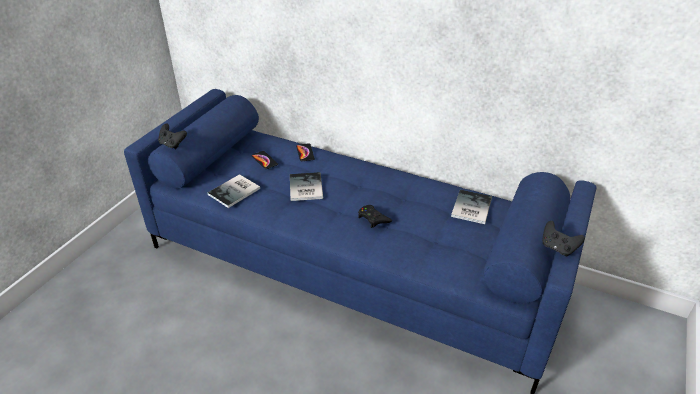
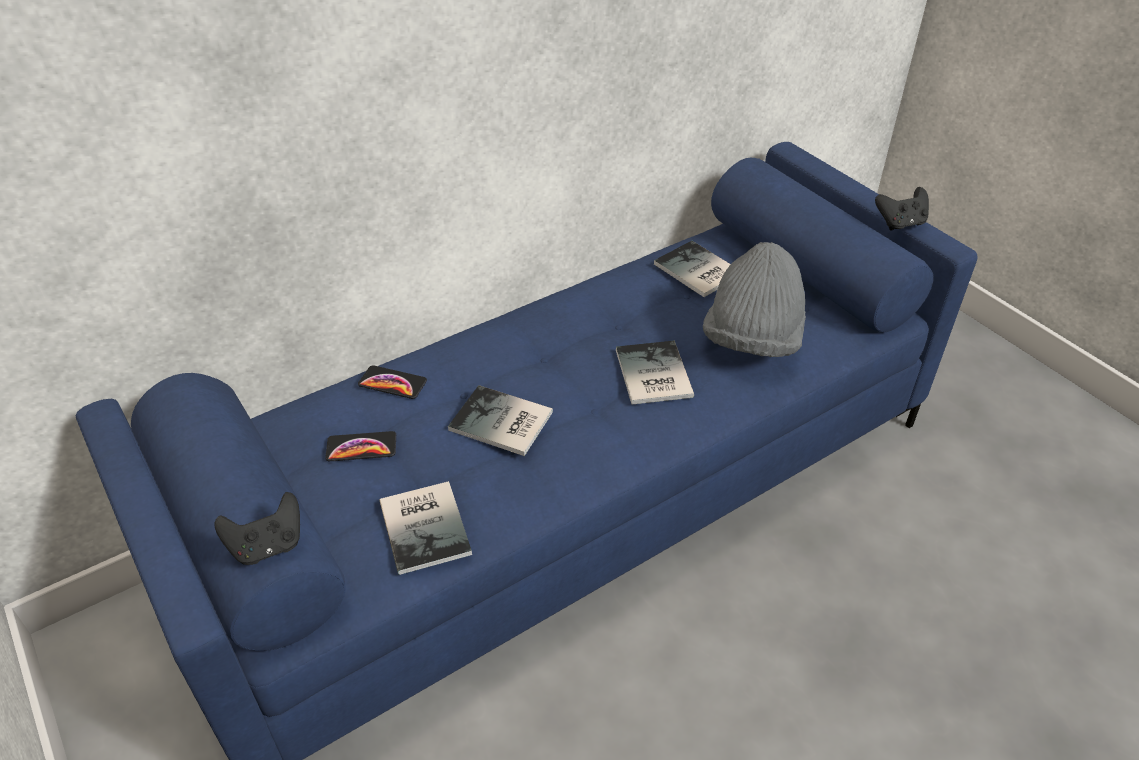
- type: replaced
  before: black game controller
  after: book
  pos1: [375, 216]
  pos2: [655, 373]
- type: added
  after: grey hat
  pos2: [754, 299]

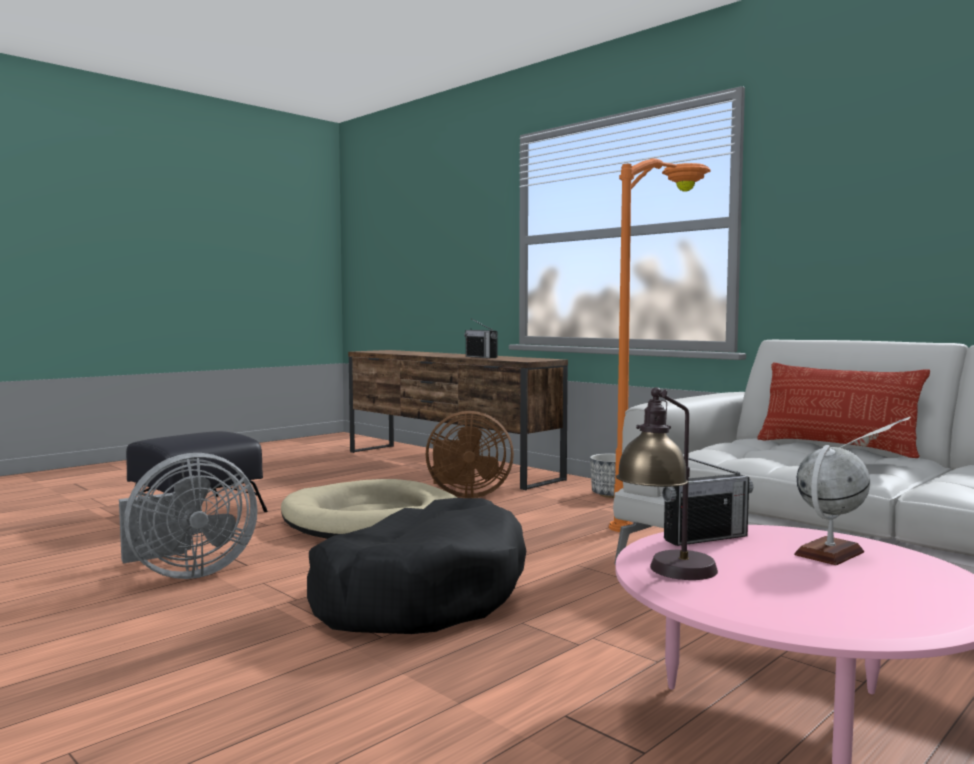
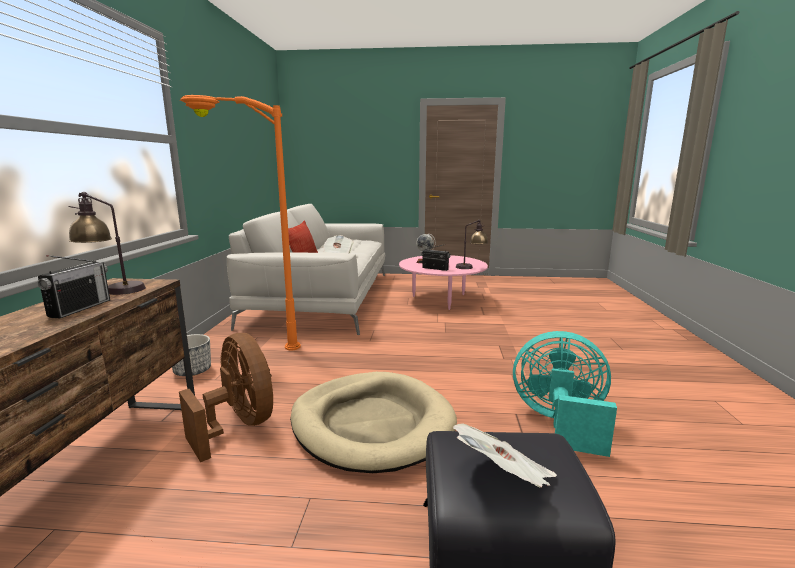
- type: recoloured
  before: grey fan
  after: turquoise fan
  pos1: [188, 516]
  pos2: [565, 394]
- type: removed
  before: black dog bed
  pos1: [416, 566]
- type: added
  after: table lamp
  pos2: [107, 243]
- type: added
  after: newspaper
  pos2: [505, 455]

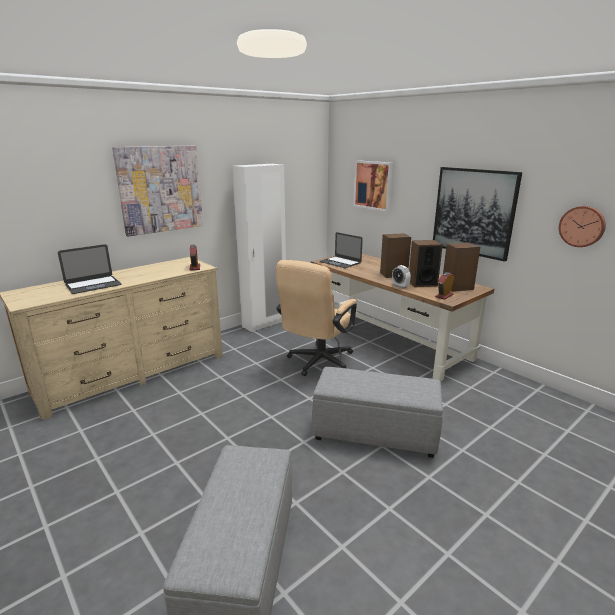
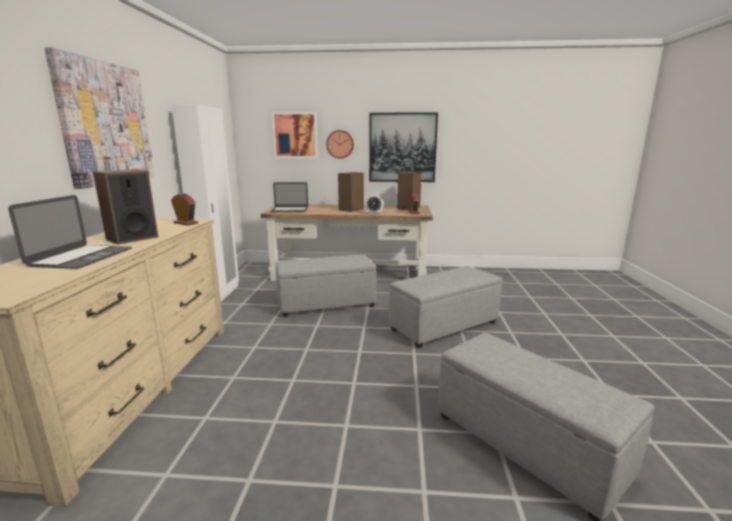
- type: moved
  before: wall clock
  pos1: [582, 226]
  pos2: [340, 144]
- type: moved
  before: speaker
  pos1: [426, 263]
  pos2: [125, 207]
- type: replaced
  before: beige office chair
  after: grey ottoman
  pos1: [316, 318]
  pos2: [326, 285]

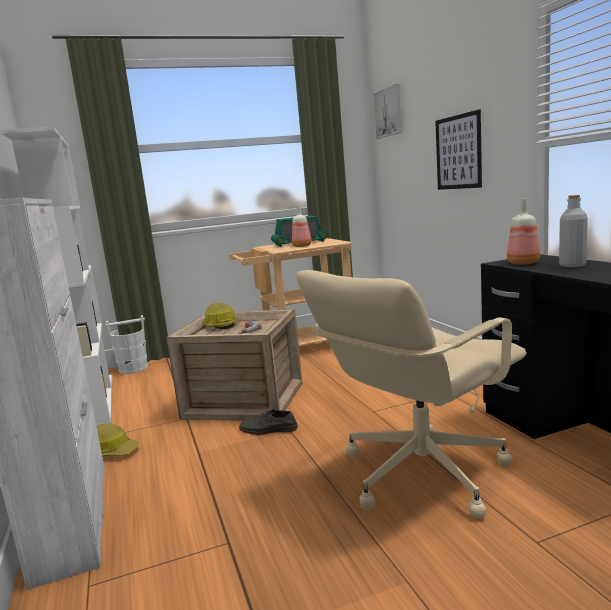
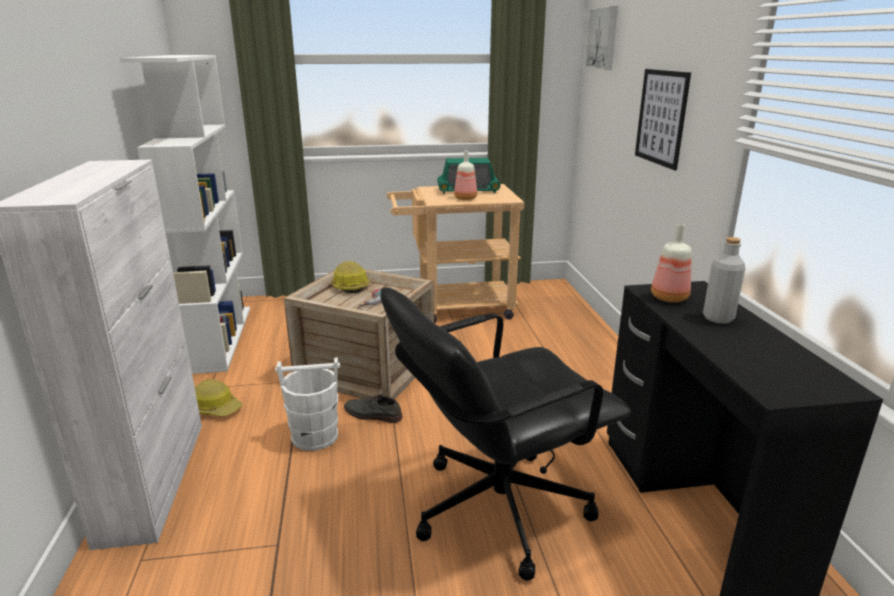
- type: recoloured
  before: beige office chair
  after: black office chair
  pos1: [411, 394]
  pos2: [505, 434]
- type: moved
  before: white bucket
  pos1: [126, 344]
  pos2: [307, 404]

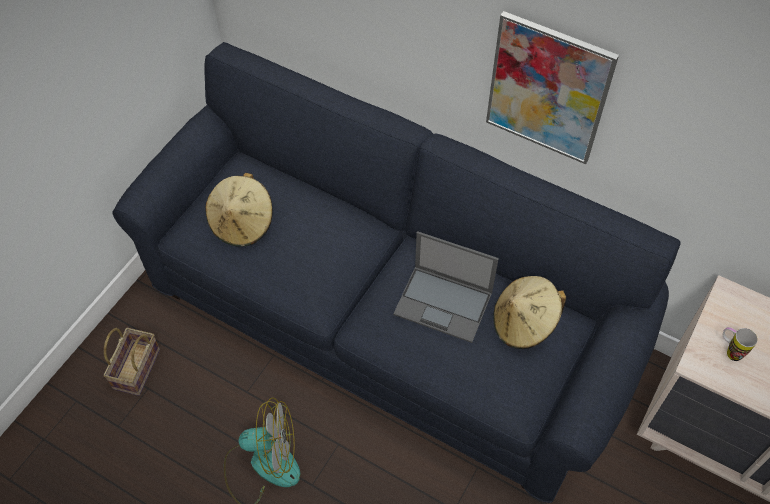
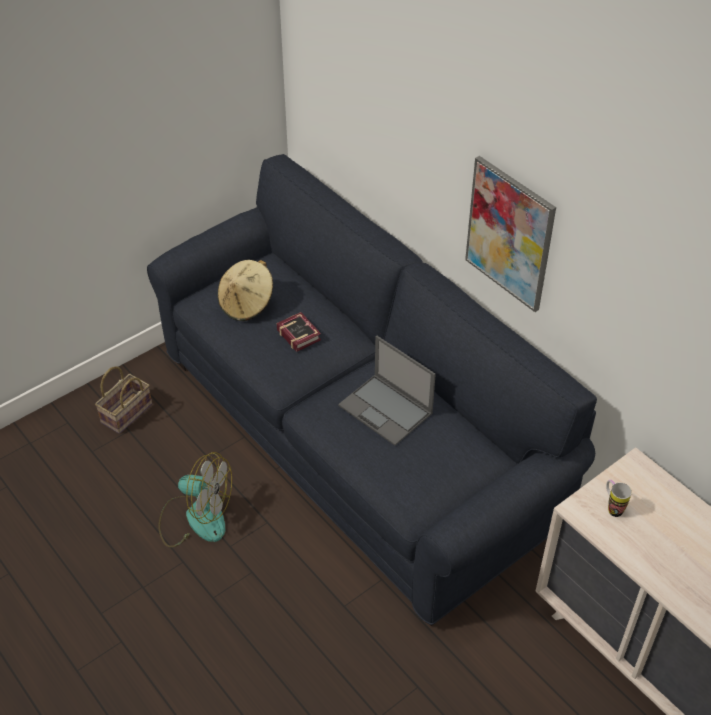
- type: removed
  before: beige hat
  pos1: [529, 312]
- type: added
  after: book
  pos2: [299, 332]

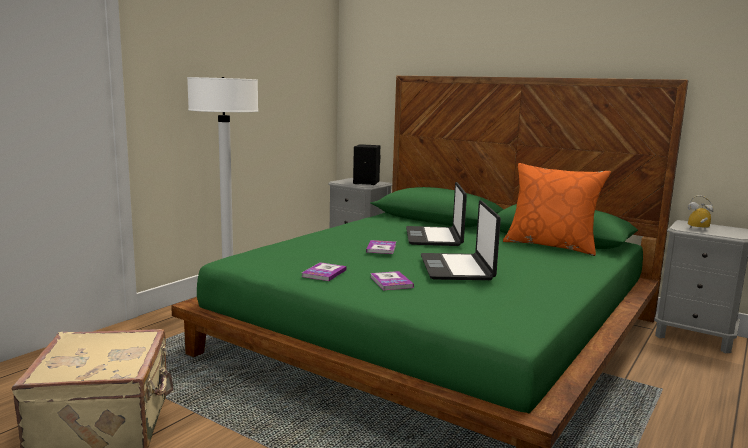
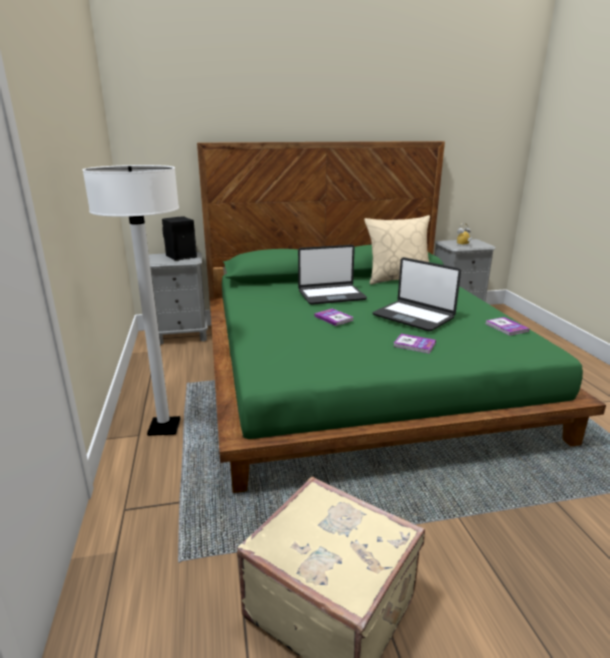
- type: recoloured
  before: orange pillow
  after: beige pillow
  pos1: [557, 209]
  pos2: [397, 250]
- type: turned
  before: laptop
  pos1: [436, 214]
  pos2: [332, 275]
  turn: -60
- type: moved
  before: book
  pos1: [324, 271]
  pos2: [507, 326]

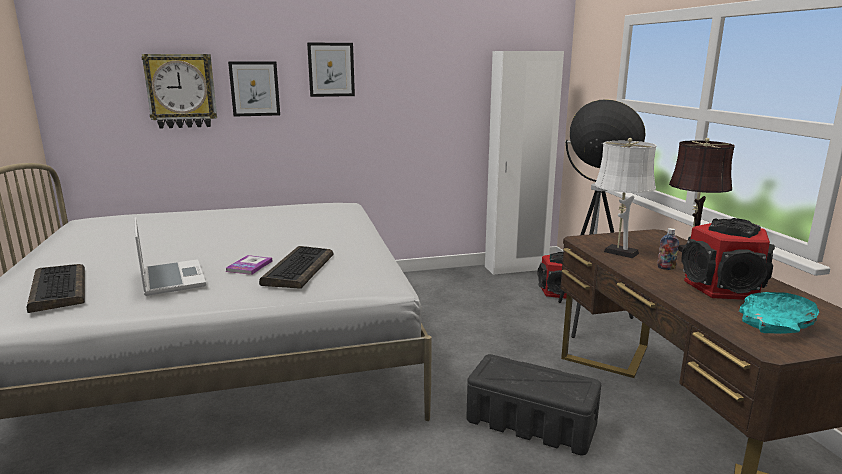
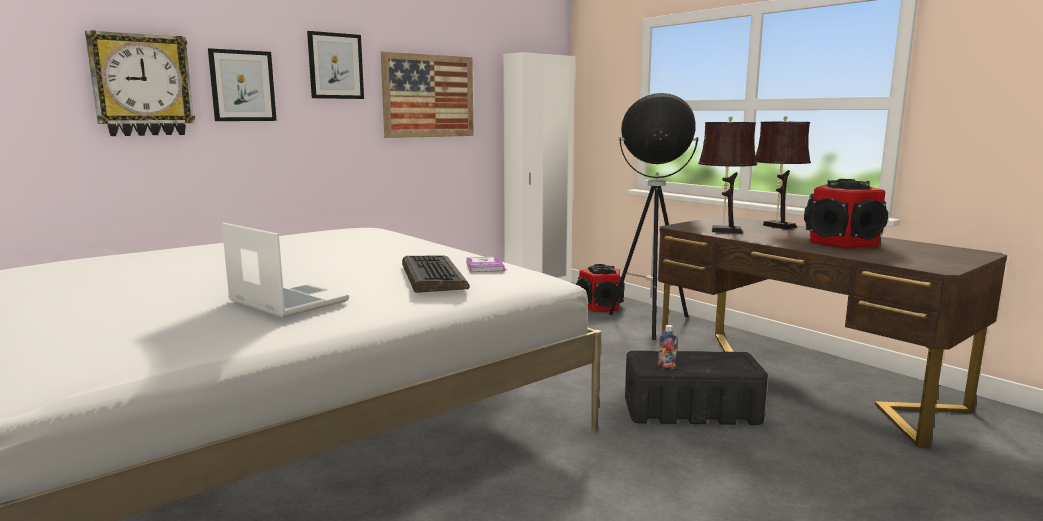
- type: recoloured
  before: white table lamp
  after: brown table lamp
  pos1: [626, 198]
  pos2: [727, 175]
- type: moved
  before: bottle
  pos1: [668, 249]
  pos2: [668, 347]
- type: moved
  before: book
  pos1: [249, 265]
  pos2: [485, 264]
- type: removed
  before: keyboard
  pos1: [55, 288]
- type: removed
  before: turquoise bowl
  pos1: [779, 313]
- type: added
  after: picture
  pos2: [427, 95]

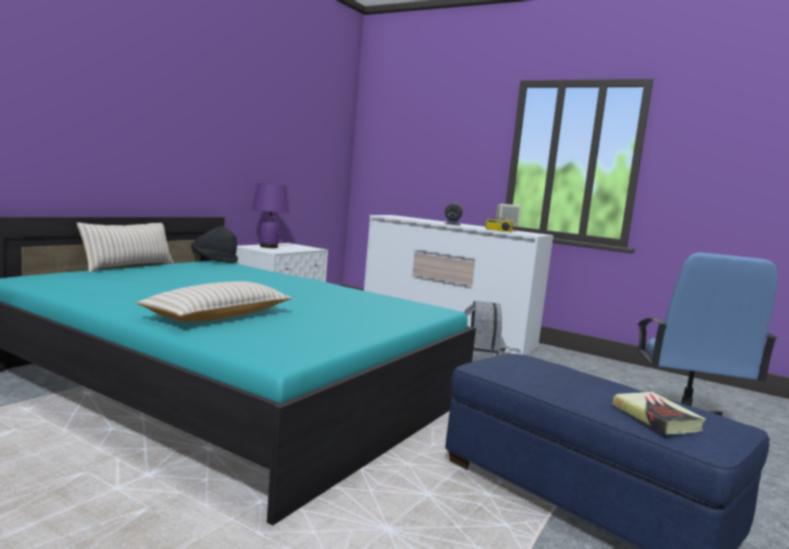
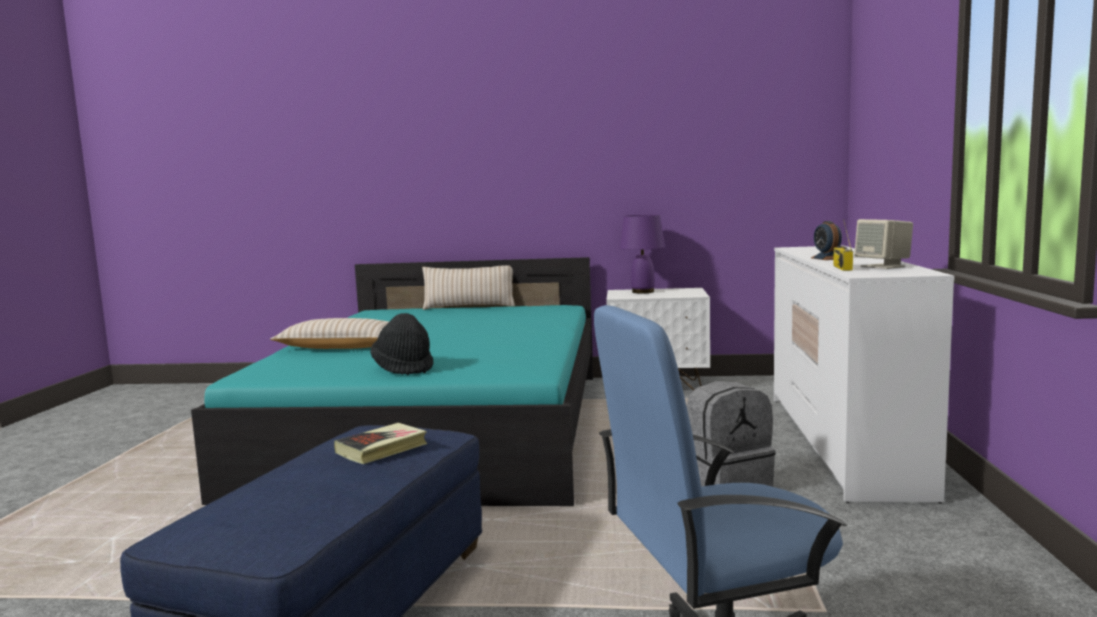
- type: moved
  before: black hat
  pos1: [214, 244]
  pos2: [402, 344]
- type: moved
  before: book
  pos1: [659, 413]
  pos2: [381, 443]

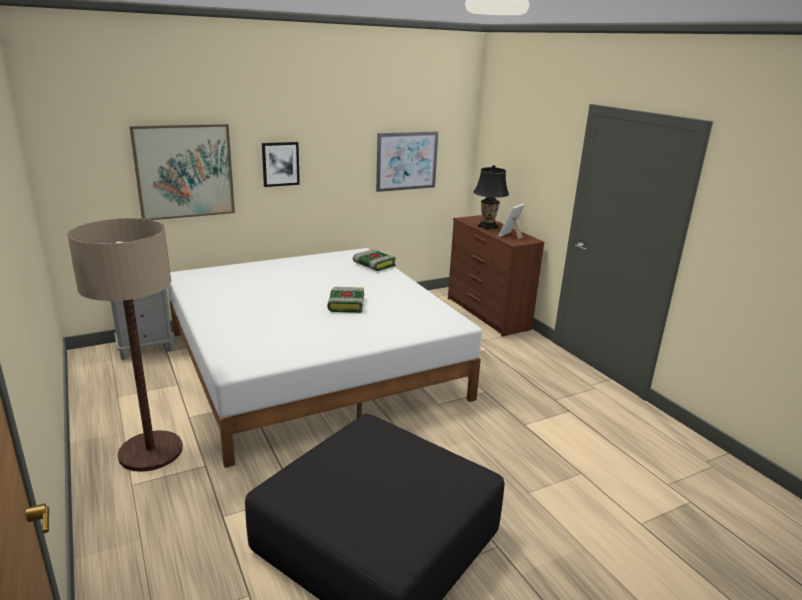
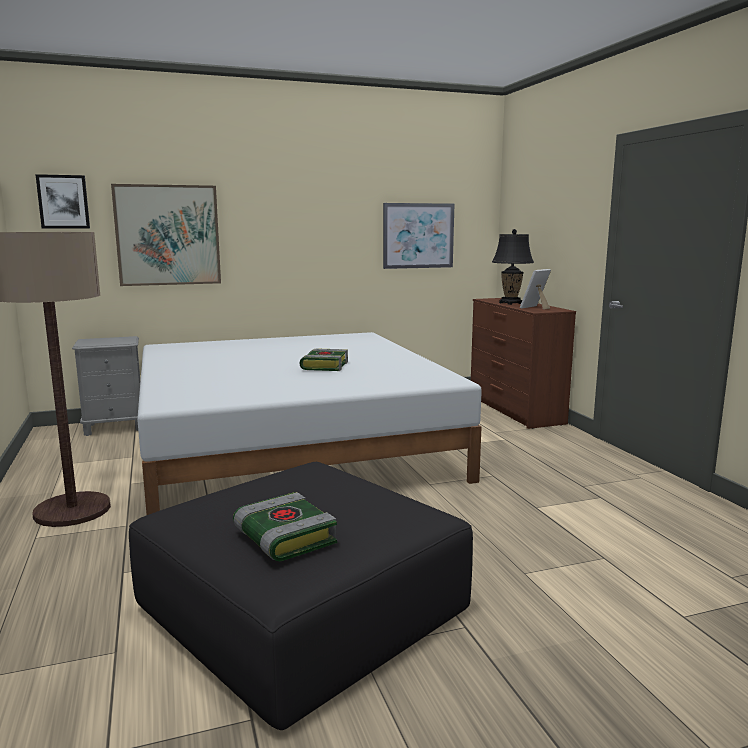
- type: moved
  before: picture
  pos1: [281, 164]
  pos2: [62, 201]
- type: moved
  before: book
  pos1: [374, 260]
  pos2: [285, 526]

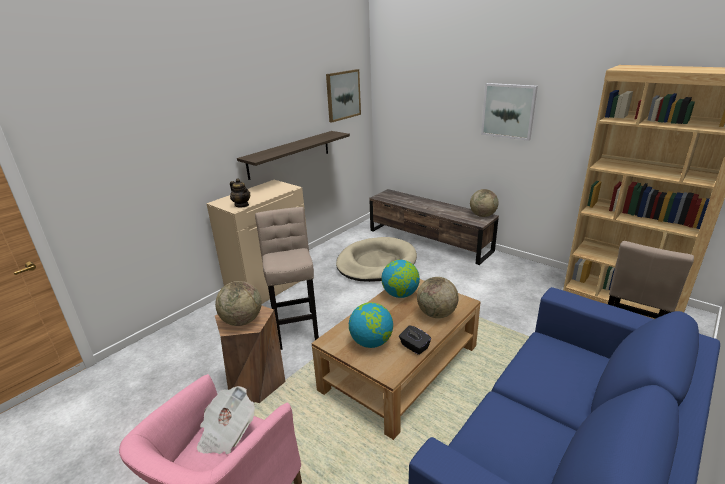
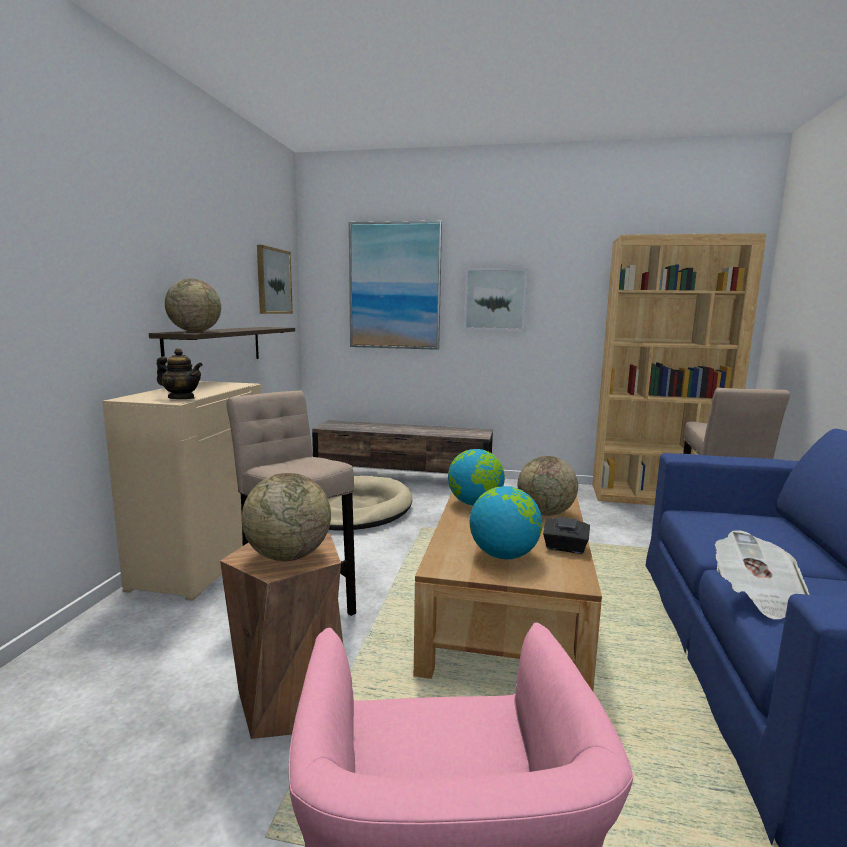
- type: moved
  before: globe
  pos1: [484, 203]
  pos2: [193, 305]
- type: moved
  before: newspaper
  pos1: [226, 420]
  pos2: [762, 575]
- type: added
  after: picture
  pos2: [395, 285]

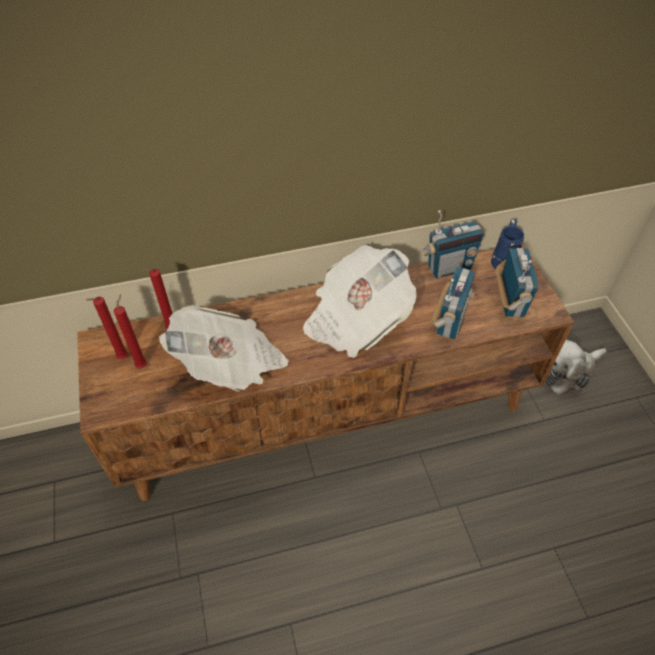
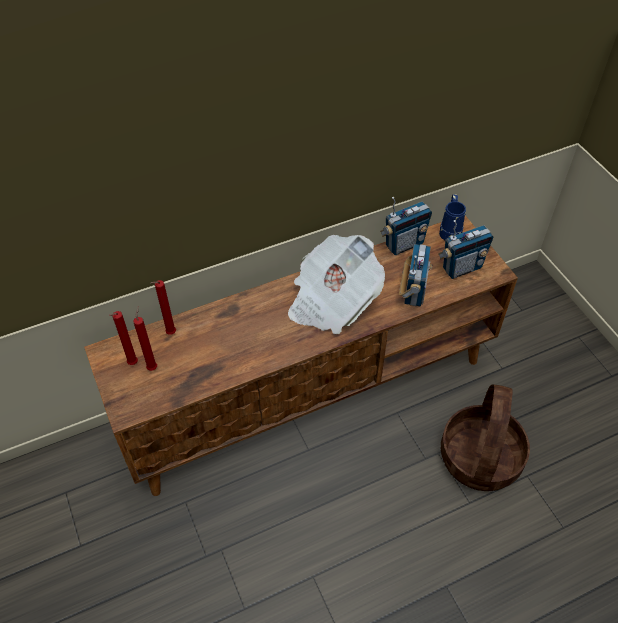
- type: turned
  before: radio
  pos1: [517, 282]
  pos2: [466, 249]
  turn: 75
- type: removed
  before: newspaper
  pos1: [224, 348]
- type: removed
  before: plush toy
  pos1: [576, 367]
- type: added
  after: basket
  pos2: [485, 437]

